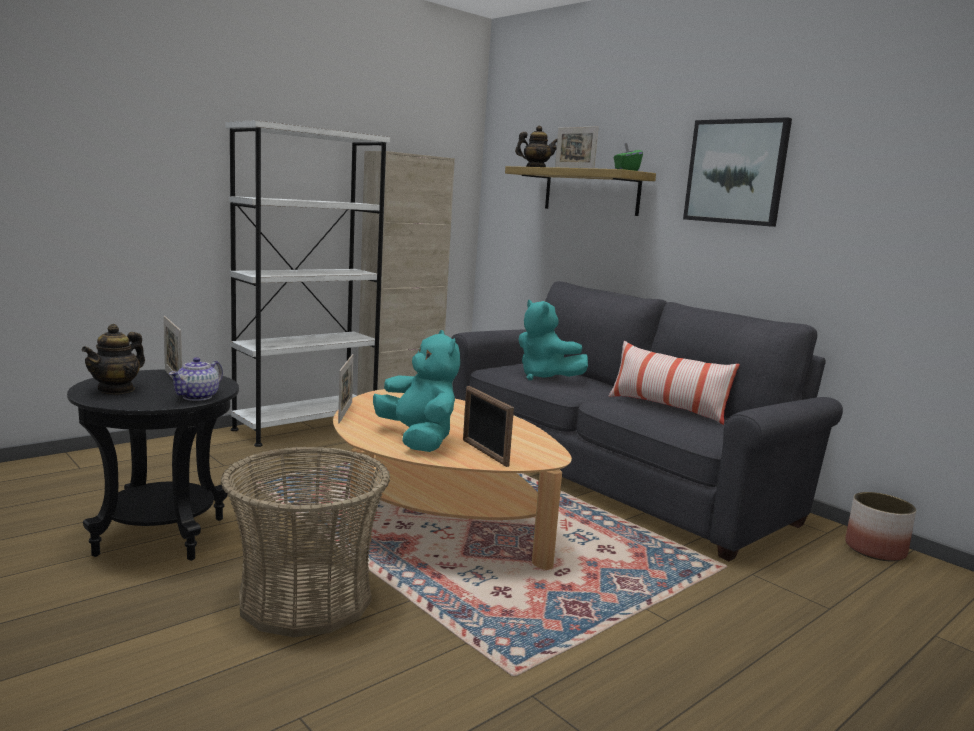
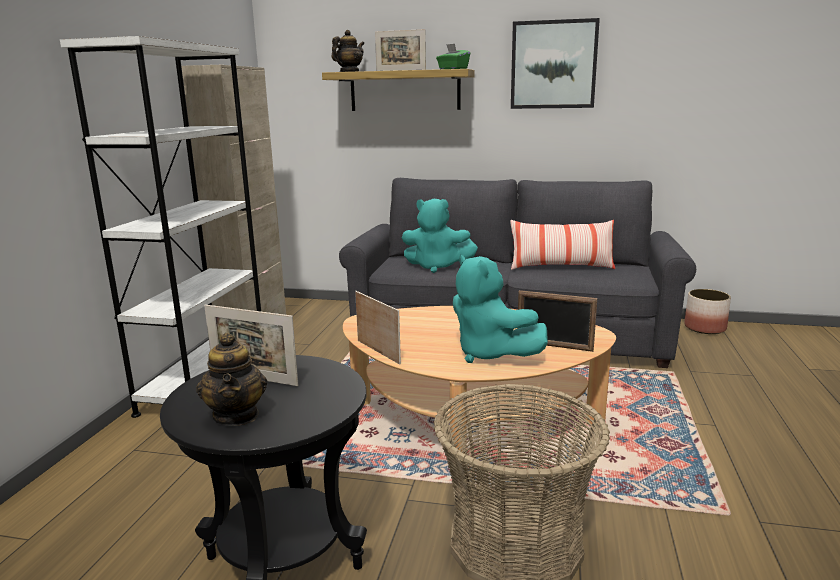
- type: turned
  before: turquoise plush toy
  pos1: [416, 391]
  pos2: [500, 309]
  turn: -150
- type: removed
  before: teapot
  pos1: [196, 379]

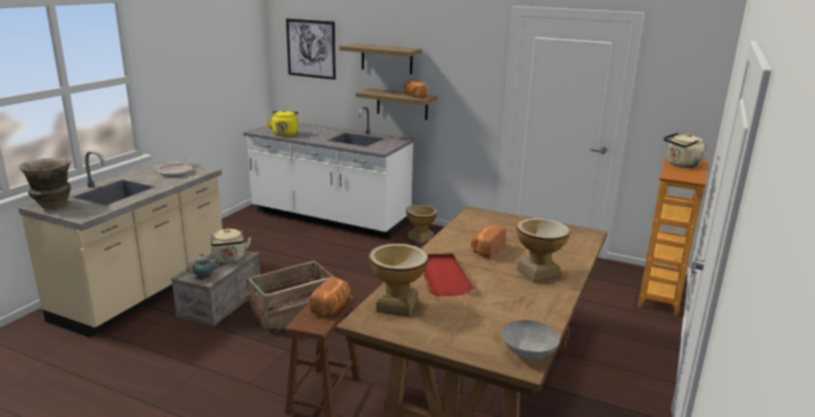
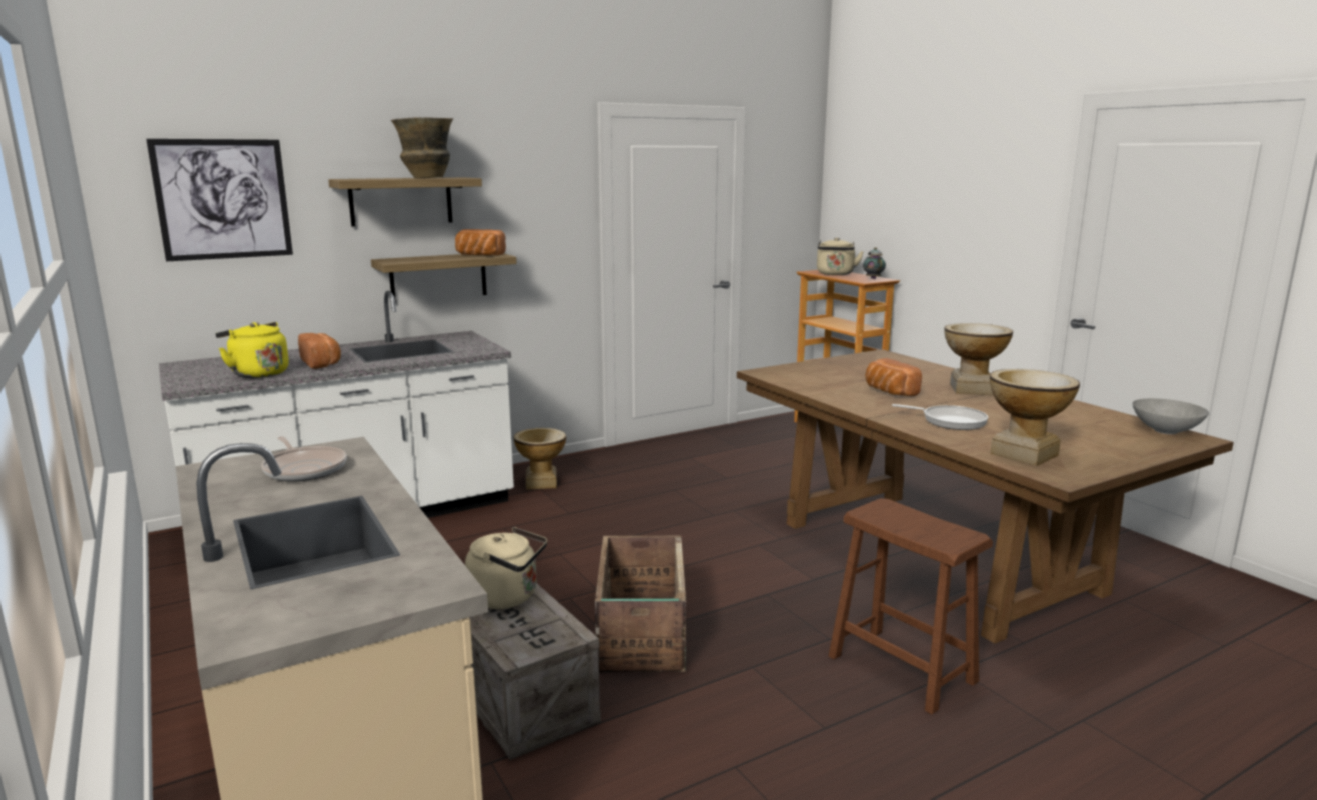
- type: moved
  before: vase
  pos1: [44, 183]
  pos2: [422, 147]
- type: moved
  before: teapot
  pos1: [203, 266]
  pos2: [874, 263]
- type: replaced
  before: red tray
  after: frying pan
  pos1: [448, 274]
  pos2: [940, 417]
- type: moved
  before: bread
  pos1: [330, 296]
  pos2: [319, 351]

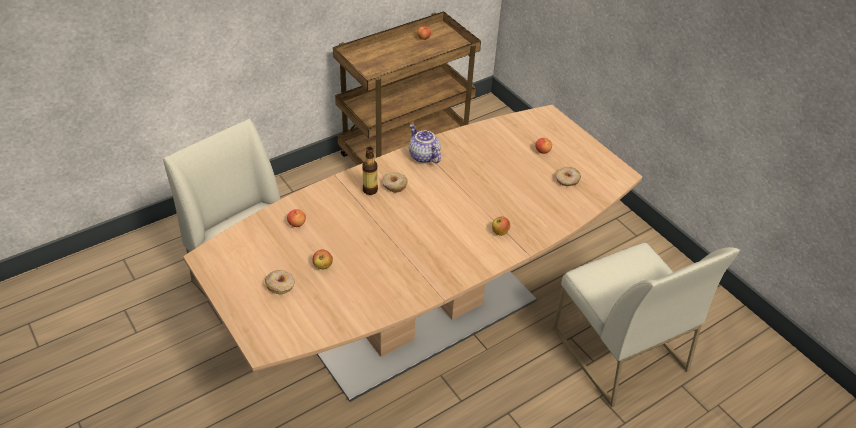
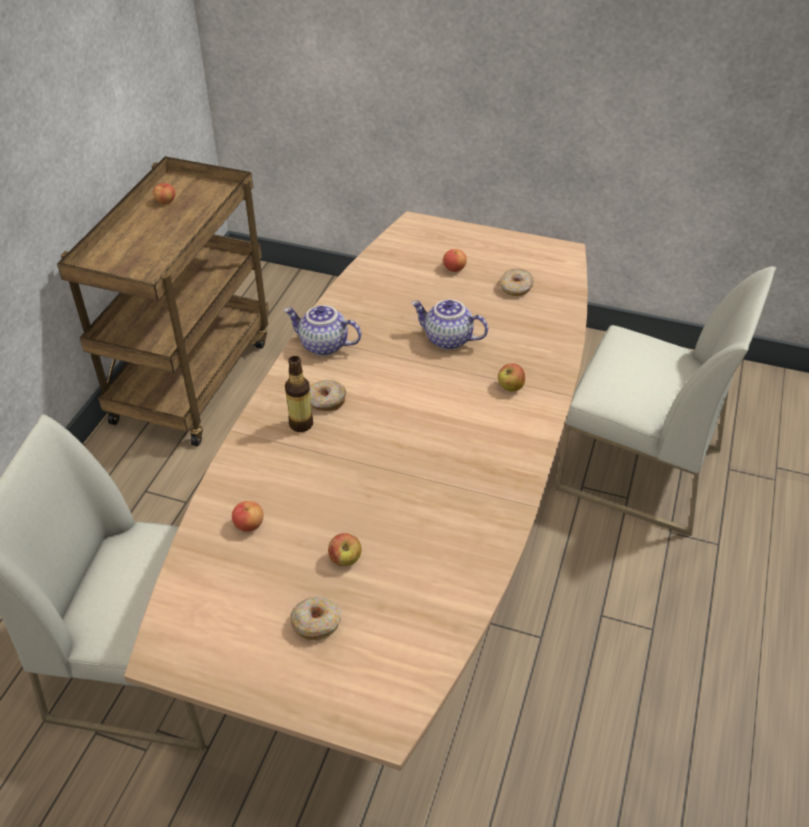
- type: added
  after: teapot
  pos2: [449, 325]

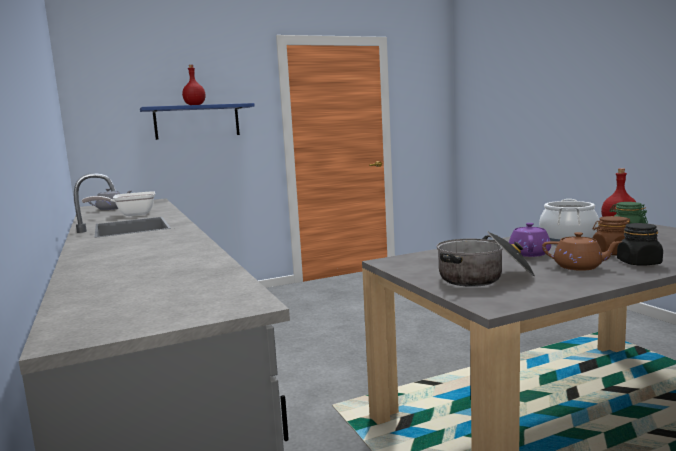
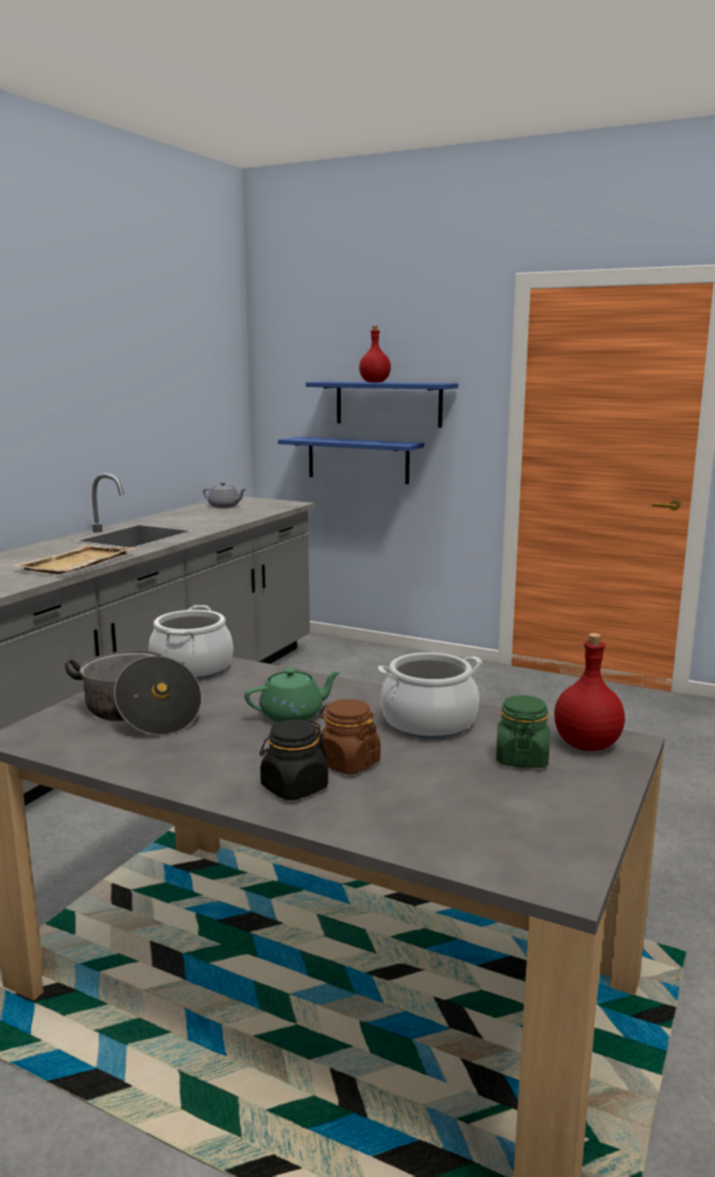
- type: removed
  before: frying pan
  pos1: [118, 203]
- type: recoloured
  before: purple teapot
  after: green teapot
  pos1: [530, 240]
  pos2: [292, 695]
- type: removed
  before: brown teapot
  pos1: [581, 251]
- type: added
  after: blue shelf
  pos2: [351, 460]
- type: added
  after: beige tray
  pos2: [73, 559]
- type: added
  after: cooking pot
  pos2: [190, 642]

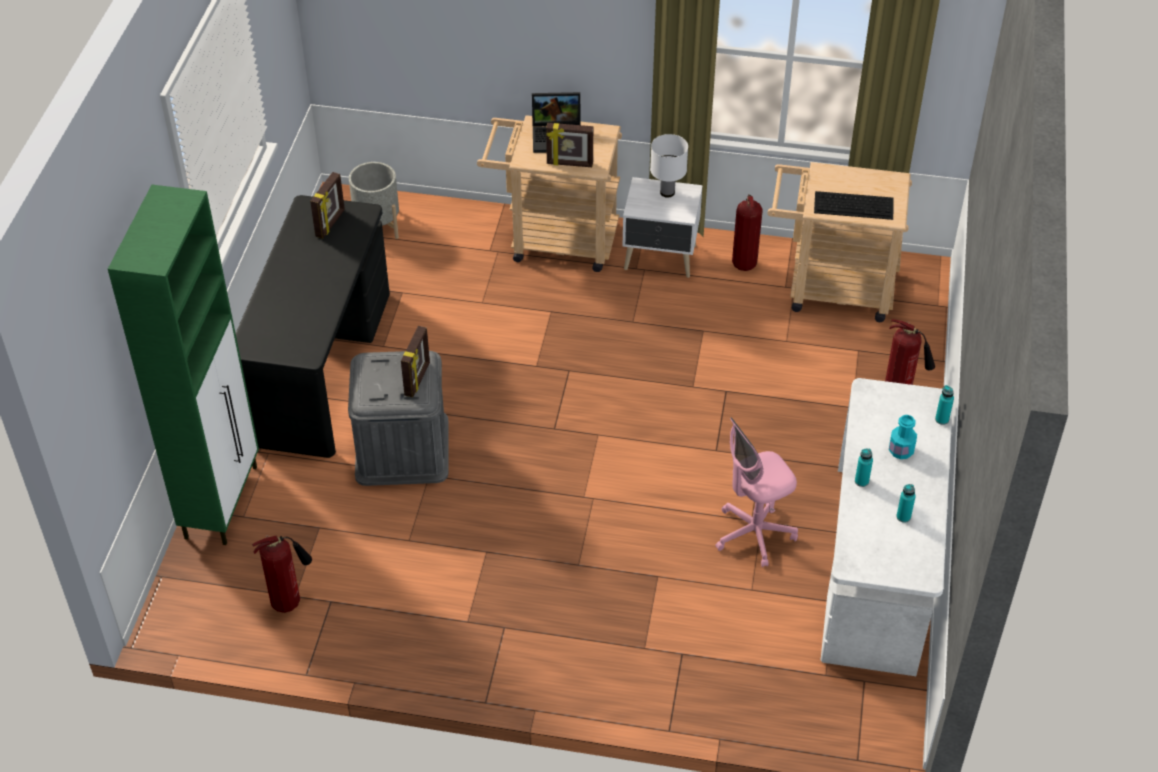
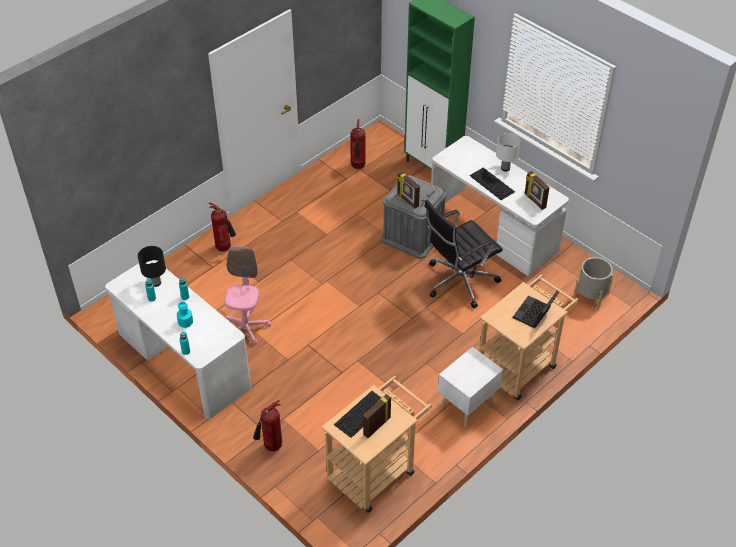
- type: moved
  before: picture frame
  pos1: [569, 145]
  pos2: [377, 416]
- type: moved
  before: white table lamp
  pos1: [669, 166]
  pos2: [508, 152]
- type: recoloured
  before: black desk
  after: white desk
  pos1: [313, 326]
  pos2: [500, 206]
- type: moved
  before: fire extinguisher
  pos1: [747, 233]
  pos2: [222, 227]
- type: added
  after: keyboard
  pos2: [492, 183]
- type: added
  after: black office chair
  pos2: [464, 254]
- type: added
  after: black table lamp
  pos2: [152, 266]

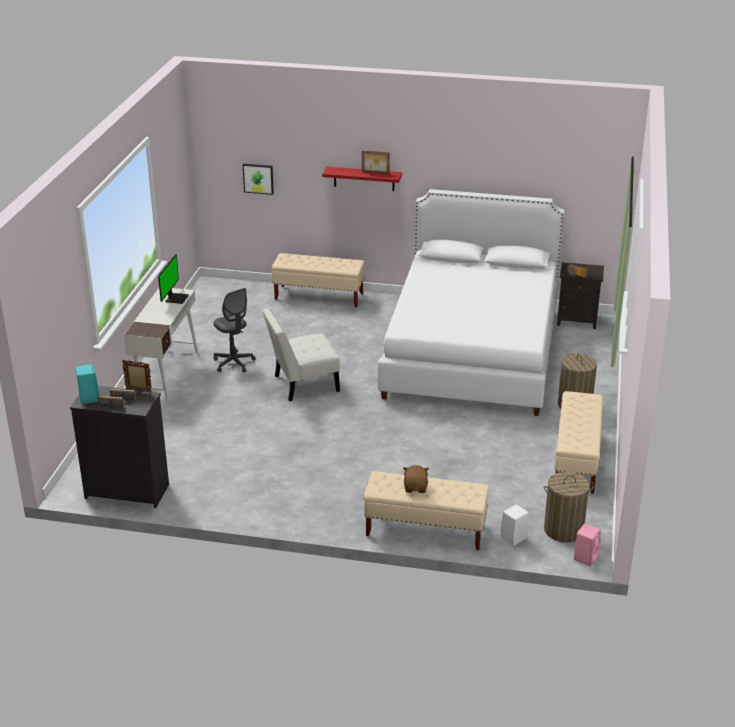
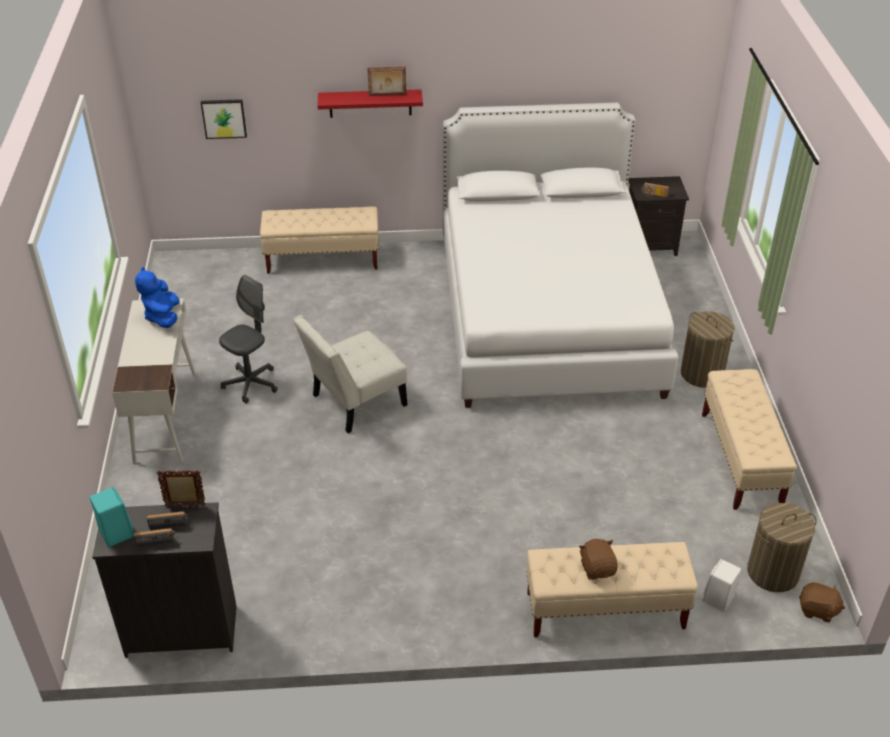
- type: replaced
  before: monitor
  after: blue plush toy
  pos1: [173, 279]
  pos2: [157, 297]
- type: turned
  before: grey office chair
  pos1: [235, 330]
  pos2: [248, 339]
  turn: -90
- type: replaced
  before: pink speaker
  after: brown plush toy
  pos1: [587, 545]
  pos2: [822, 602]

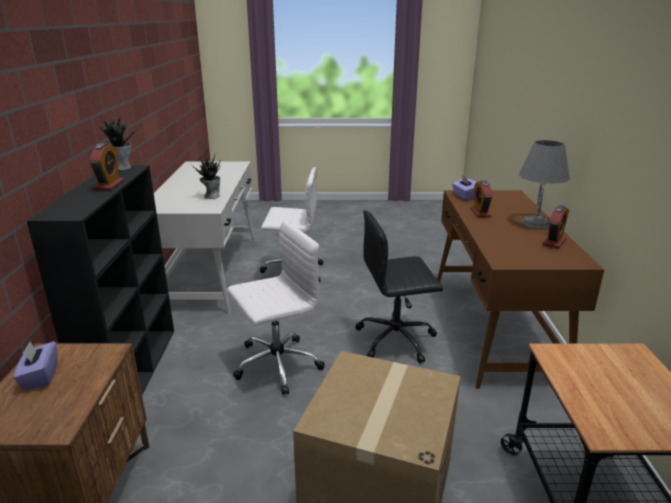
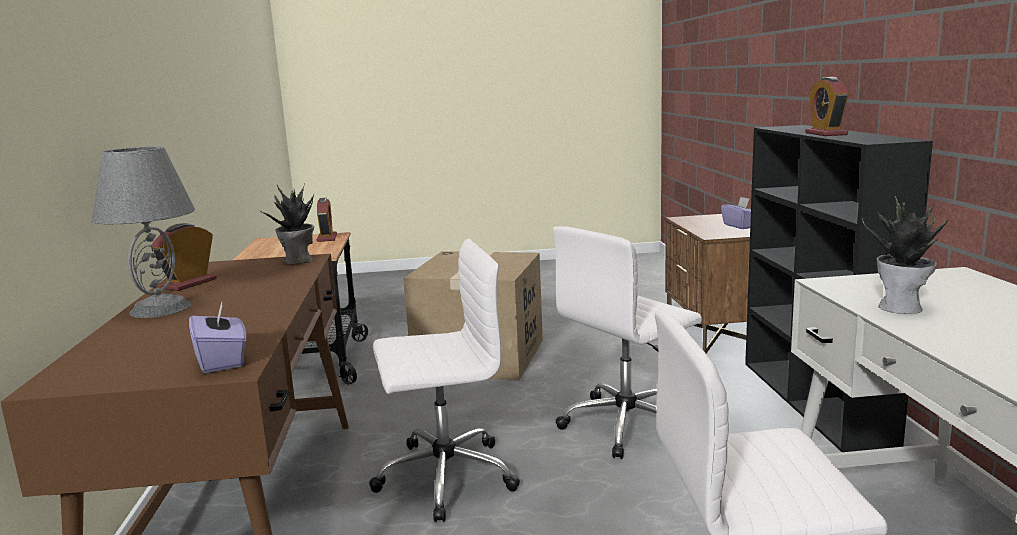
- type: moved
  before: potted plant
  pos1: [117, 143]
  pos2: [286, 224]
- type: moved
  before: alarm clock
  pos1: [481, 199]
  pos2: [327, 220]
- type: recoloured
  before: black office chair
  after: white office chair
  pos1: [399, 287]
  pos2: [444, 380]

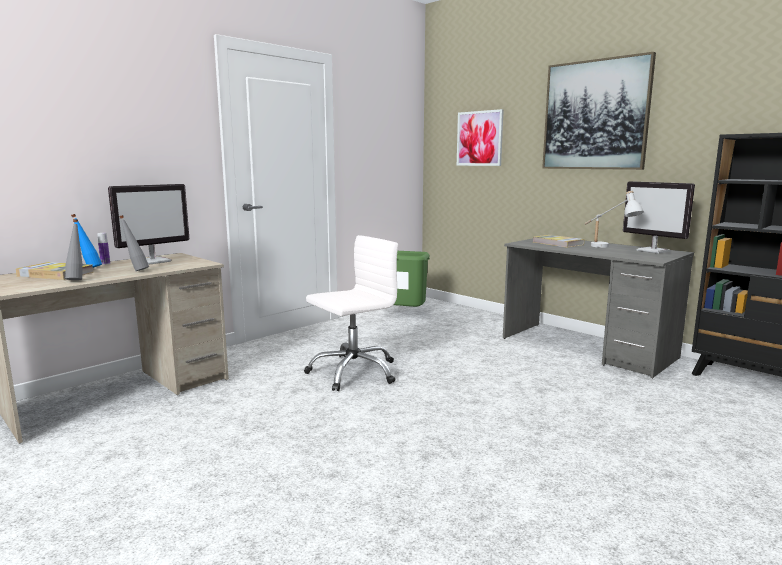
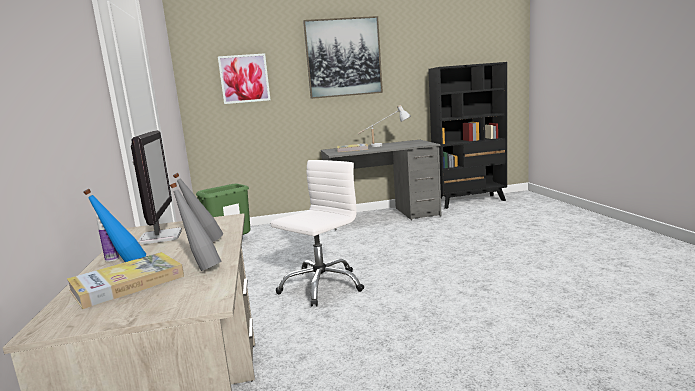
- type: removed
  before: monitor
  pos1: [659, 217]
- type: turned
  before: white office chair
  pos1: [351, 313]
  pos2: [317, 233]
  turn: 45

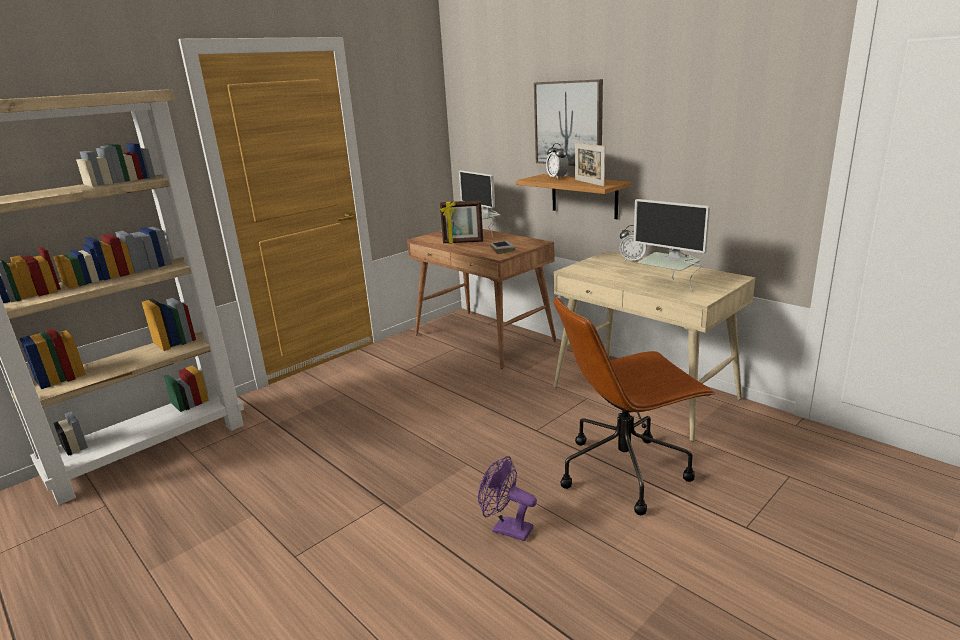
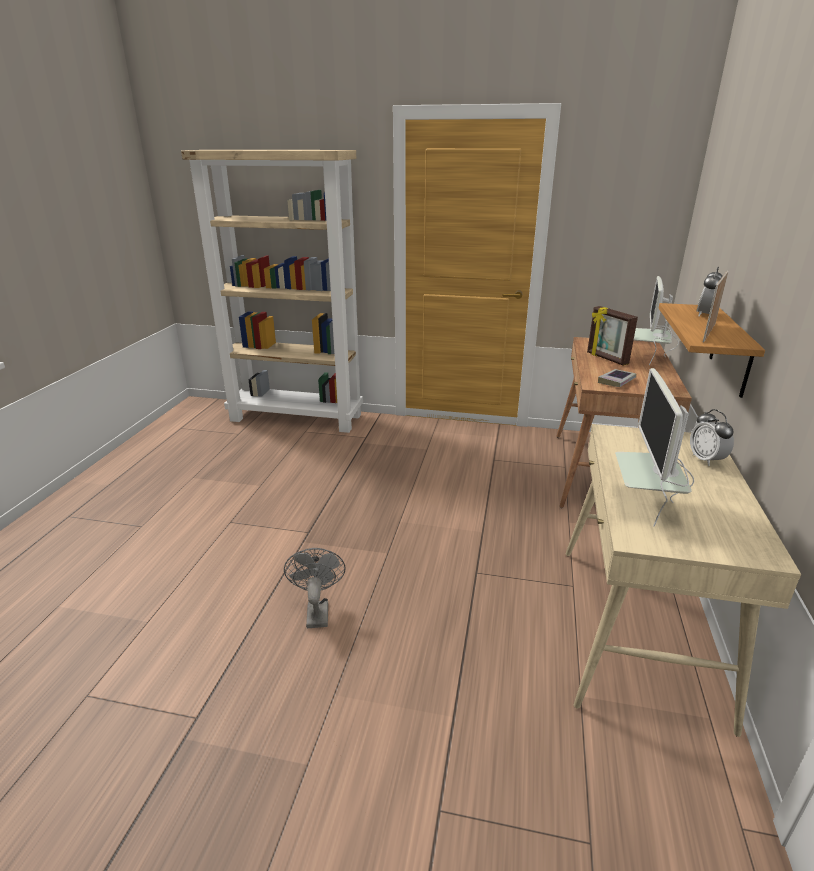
- type: removed
  before: picture
  pos1: [568, 122]
- type: removed
  before: brown office chair
  pos1: [634, 405]
- type: recoloured
  before: purple fan
  after: grey fan
  pos1: [507, 498]
  pos2: [315, 588]

